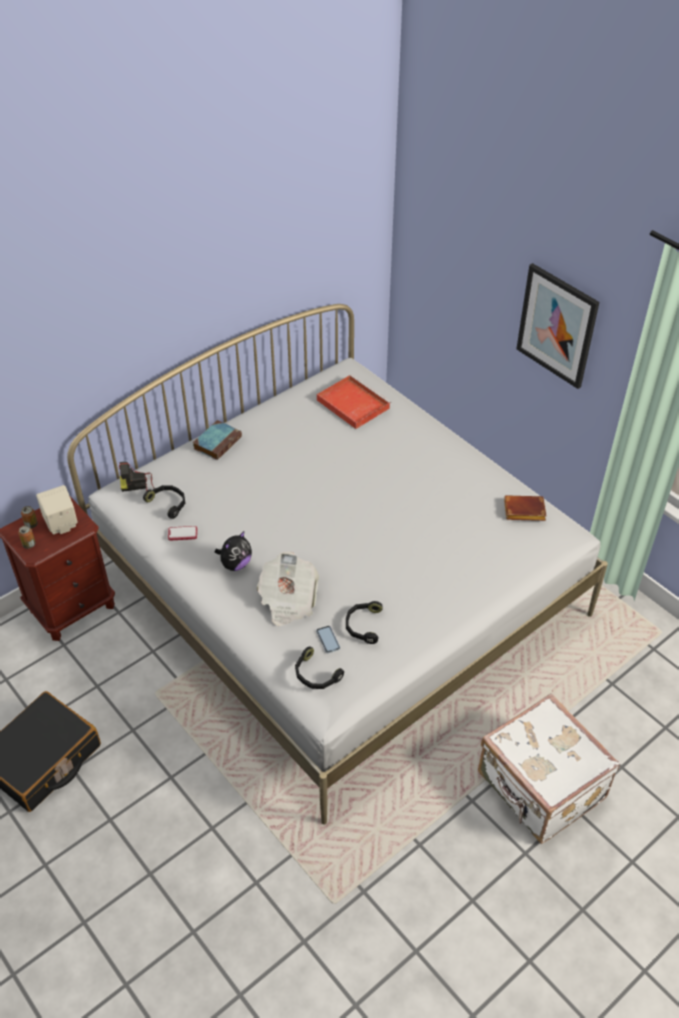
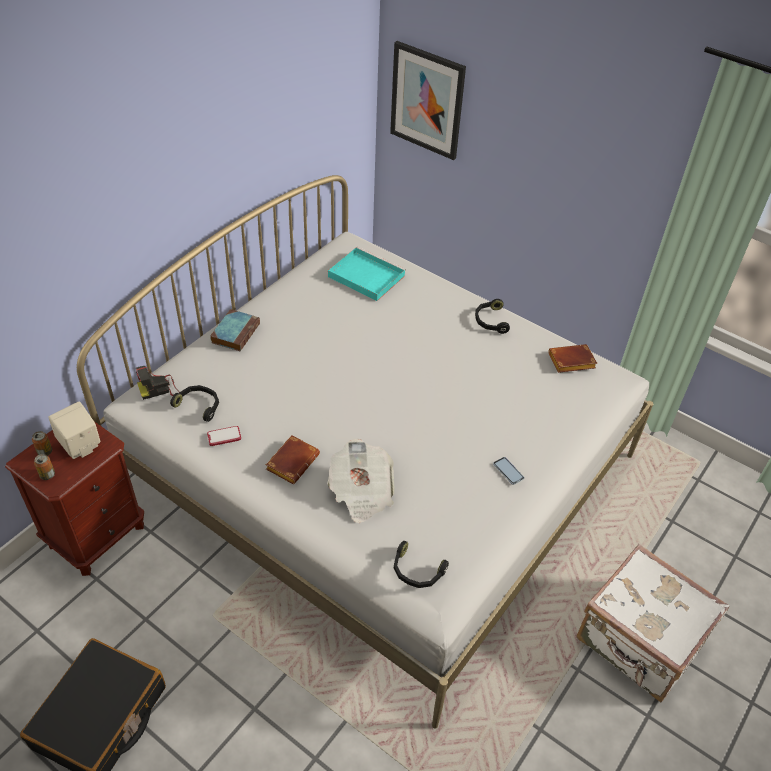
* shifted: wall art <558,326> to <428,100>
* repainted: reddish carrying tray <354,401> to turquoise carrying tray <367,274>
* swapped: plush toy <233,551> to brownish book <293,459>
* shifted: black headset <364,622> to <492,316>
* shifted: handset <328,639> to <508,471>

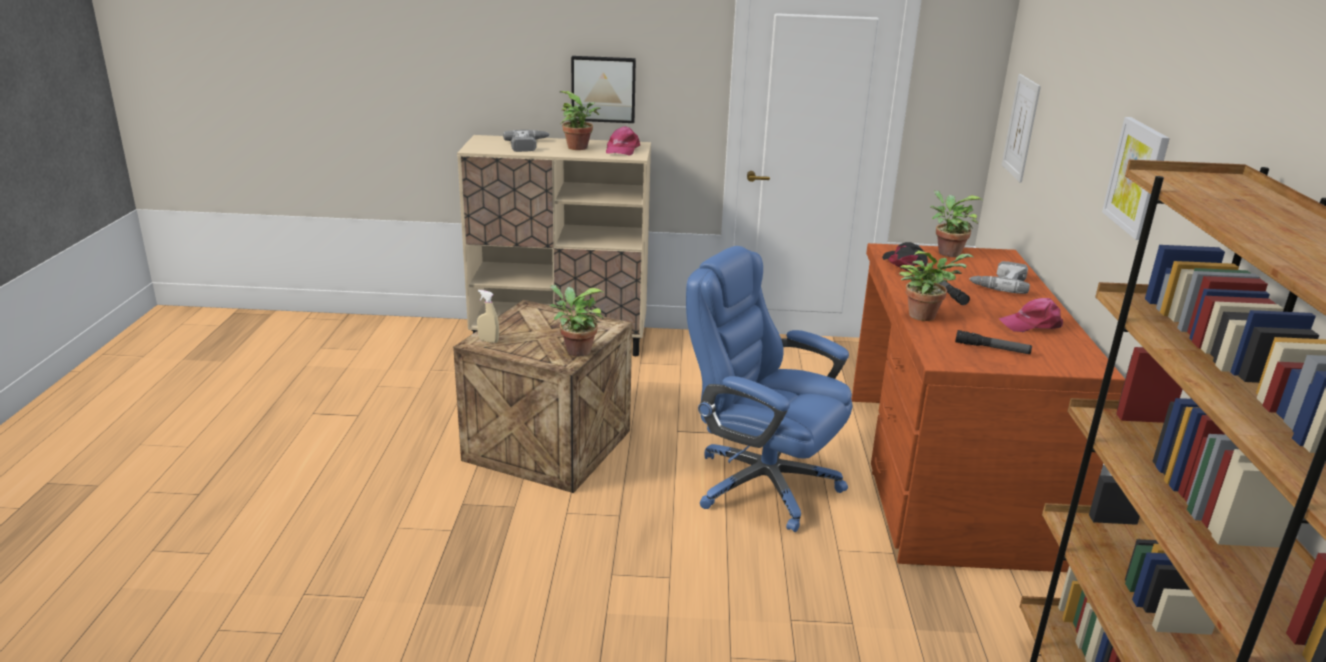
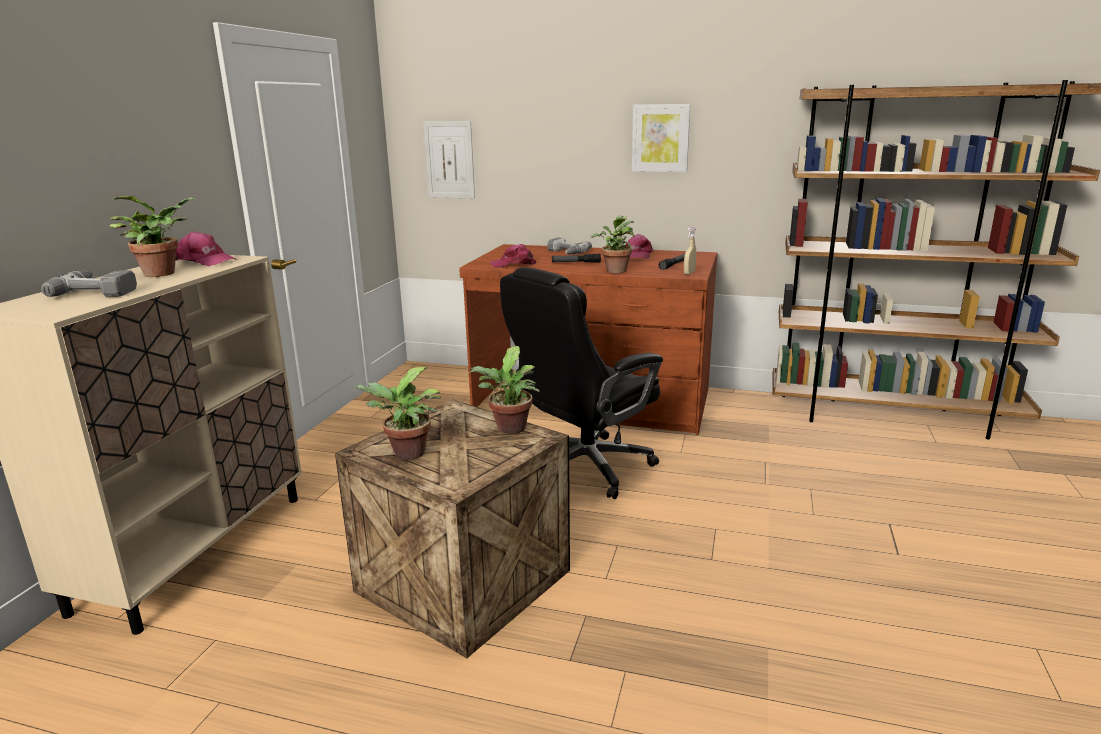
* gone: wall art <603,89>
* shifted: plant in a pot <956,224> to <397,413>
* repainted: black baseball cap <905,257> to pink-coloured baseball cap <513,255>
* repainted: blue desk chair <769,389> to black desk chair <581,383>
* shifted: beige hand sprayer <488,316> to <690,251>

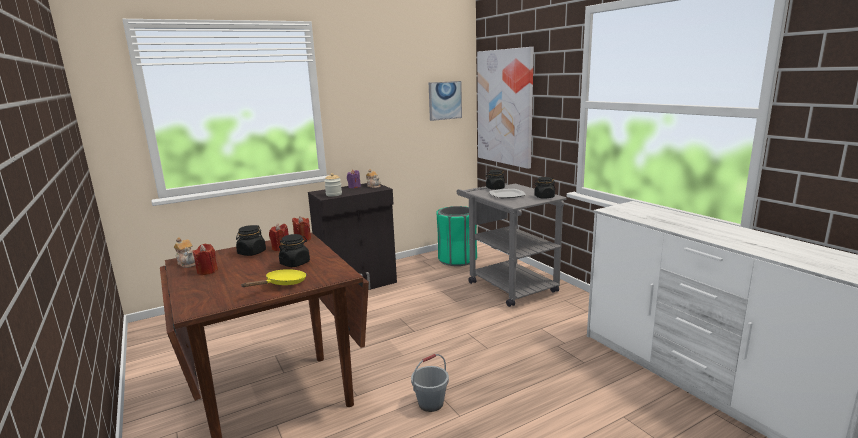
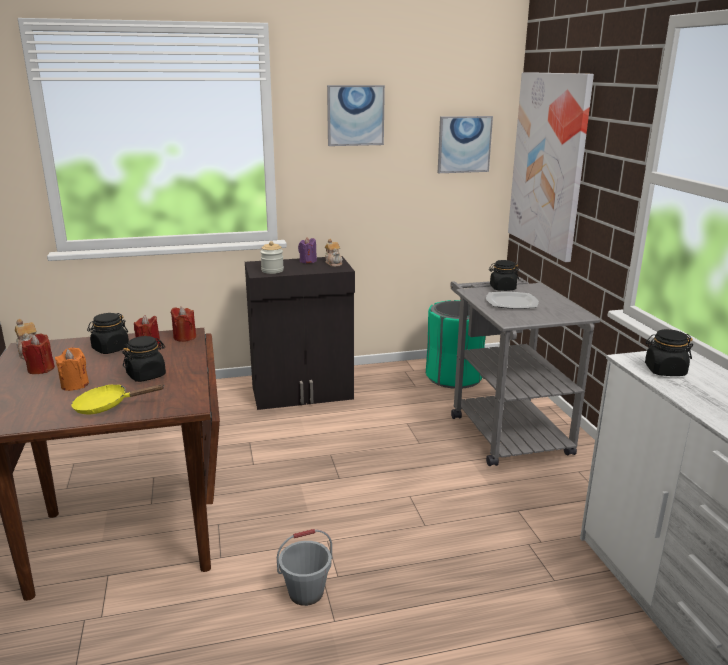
* shifted: black storage jar <544,188> to <669,352>
* rotated: yellow skillet <274,278> = <117,399> 150 degrees counterclockwise
* new: wall art <356,115>
* new: orange-coloured wax candle <72,369>

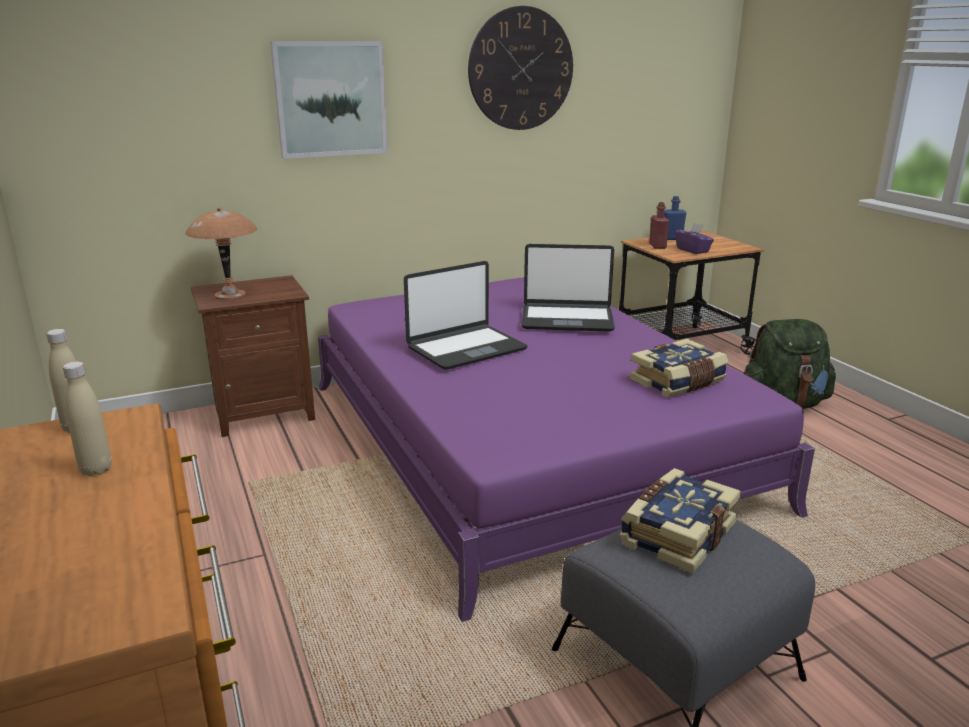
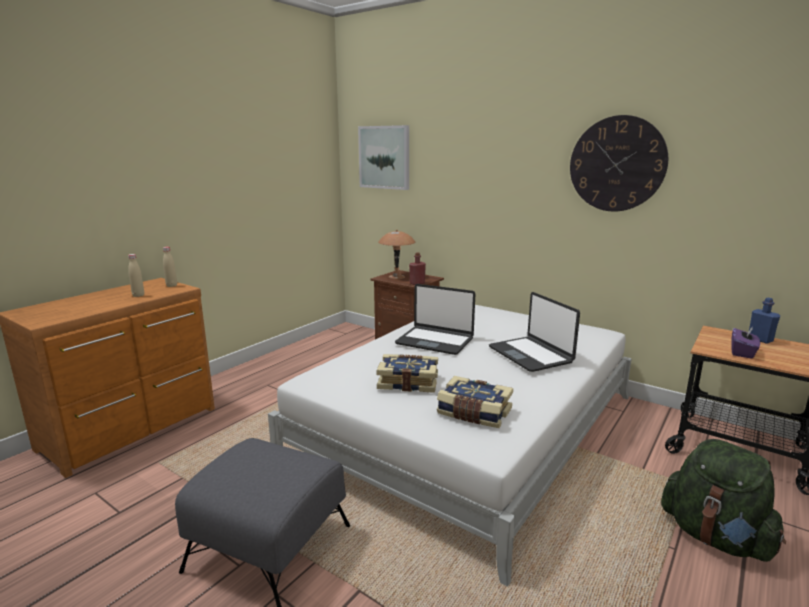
* shifted: wall art <328,100> to <383,157>
* shifted: reddish drink bottle <659,225> to <417,268>
* repainted: purple-coloured sleeping bed <566,449> to white sleeping bed <450,446>
* shifted: book <680,520> to <407,373>

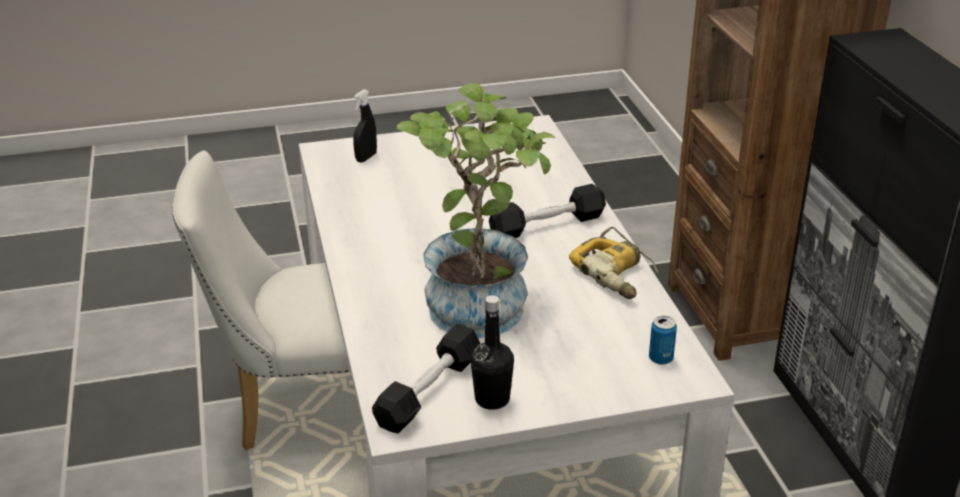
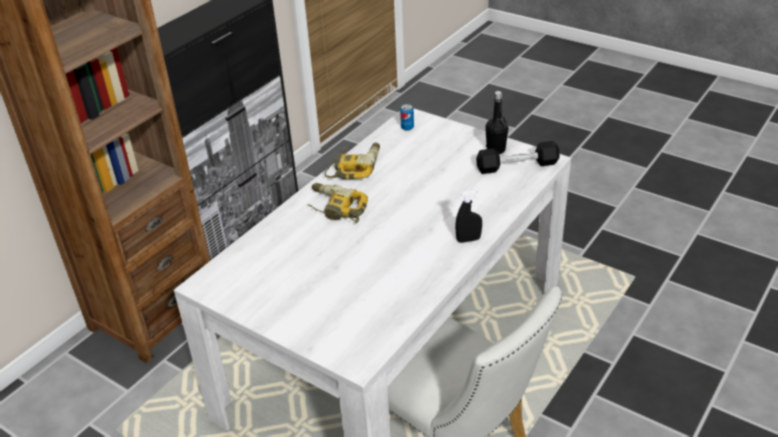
* gone: plant in a pot <476,210>
* shifted: black hand sprayer <365,126> to <468,216>
* swapped: black free weight <547,211> to power drill <337,203>

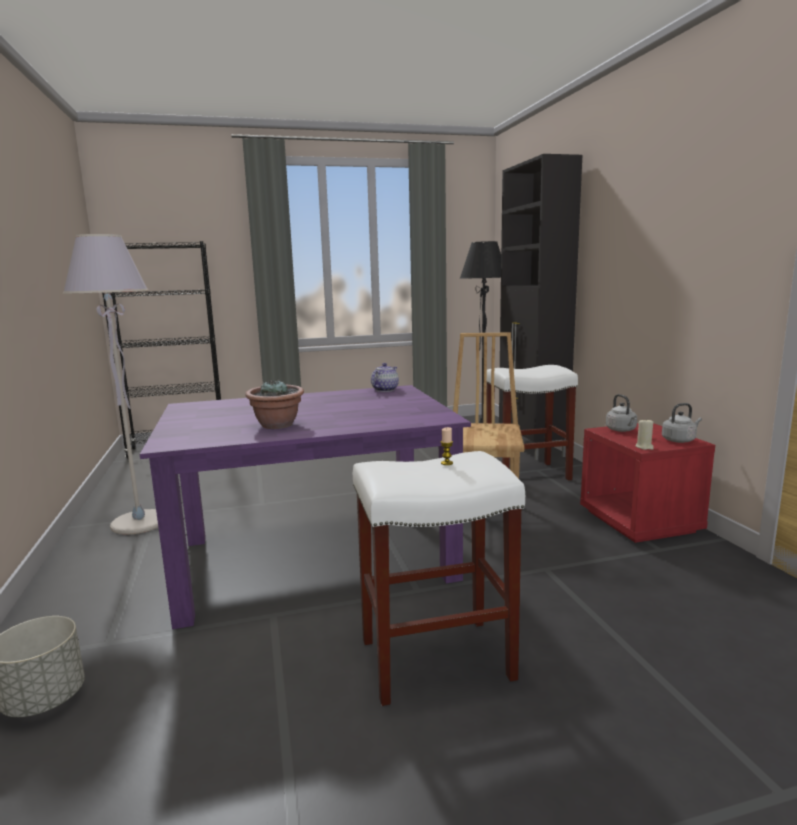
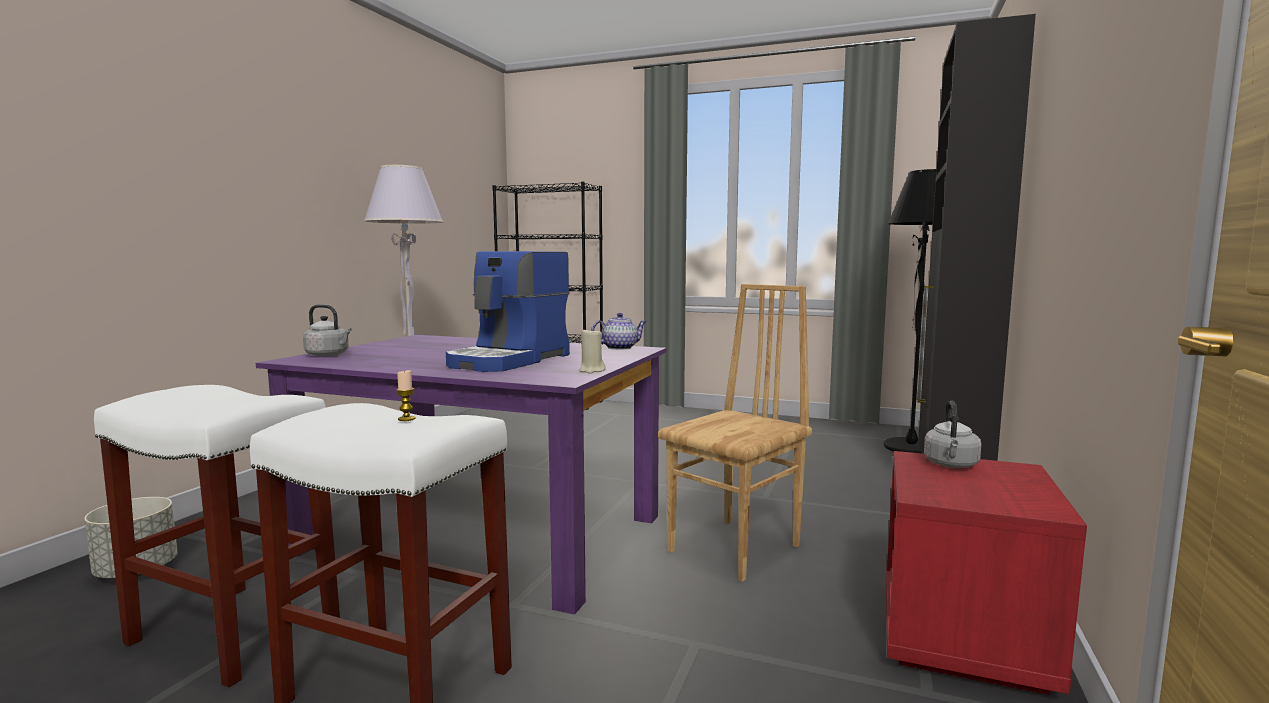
* shifted: white stool <532,423> to <217,536>
* gone: plant in a pot <274,404>
* shifted: grey tea kettle <682,423> to <327,330>
* shifted: beige wax candle <645,434> to <592,350>
* new: coffee machine <508,311>

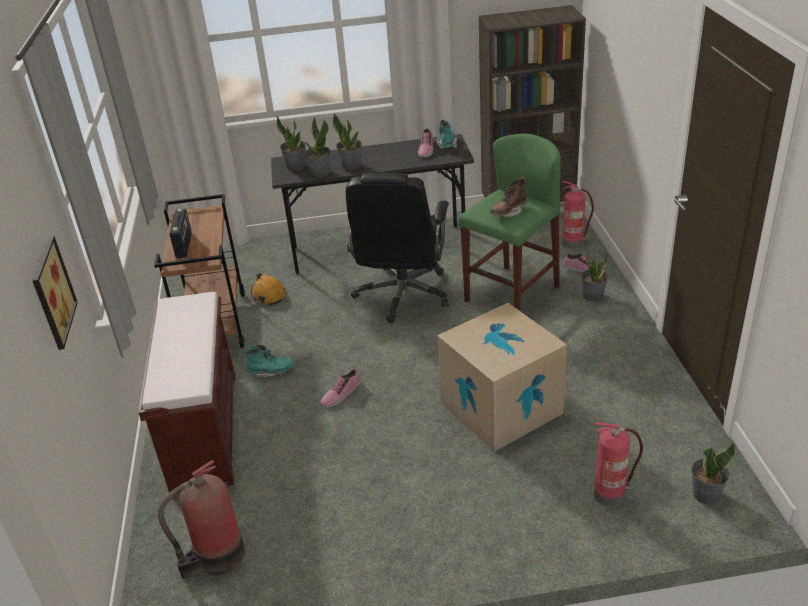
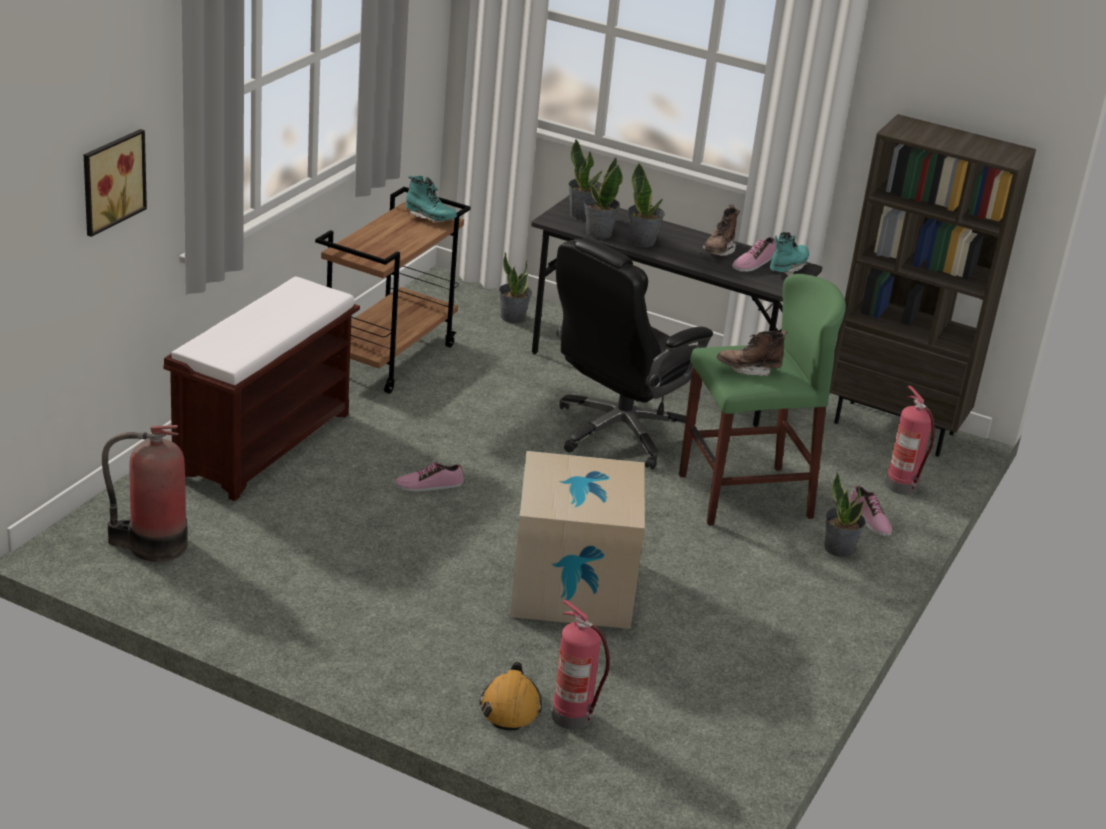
* gone: radio set <181,233>
* shifted: orange-coloured work helmet <268,289> to <511,696>
* shifted: turquoise high-top boot <269,361> to <431,198>
* shifted: plant in a pot <713,473> to <515,287>
* new: brownish high-top boot <721,230>

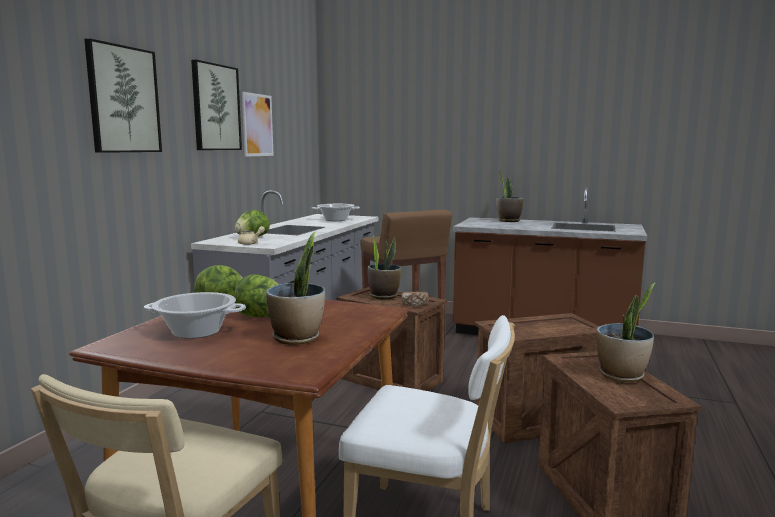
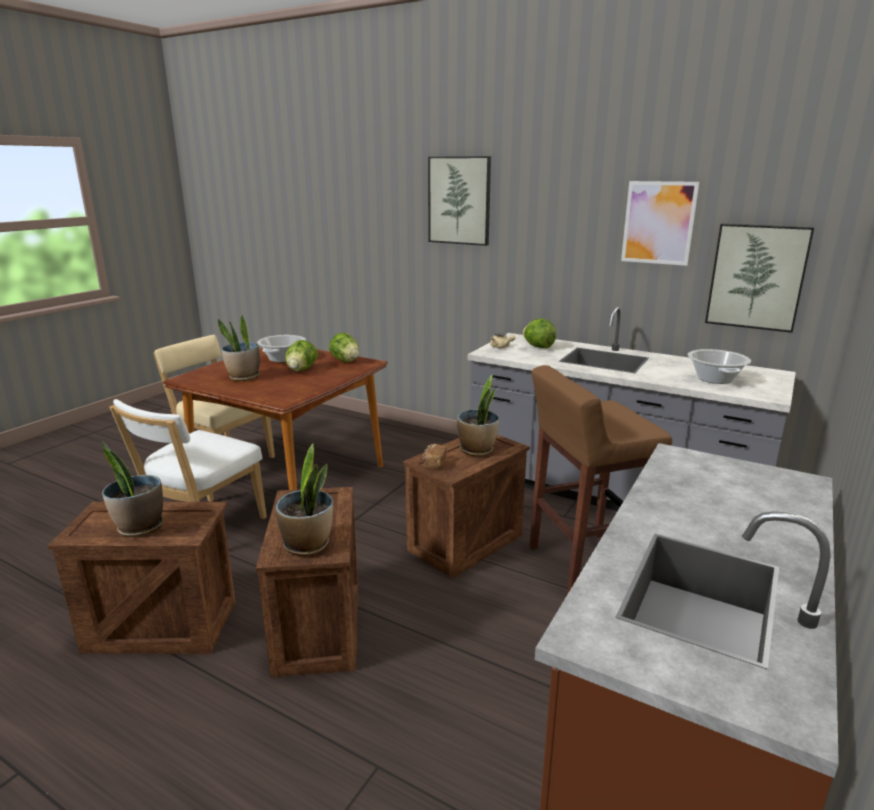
* shifted: wall art <216,105> to <759,278>
* shifted: plant in a pot <510,196> to <304,500>

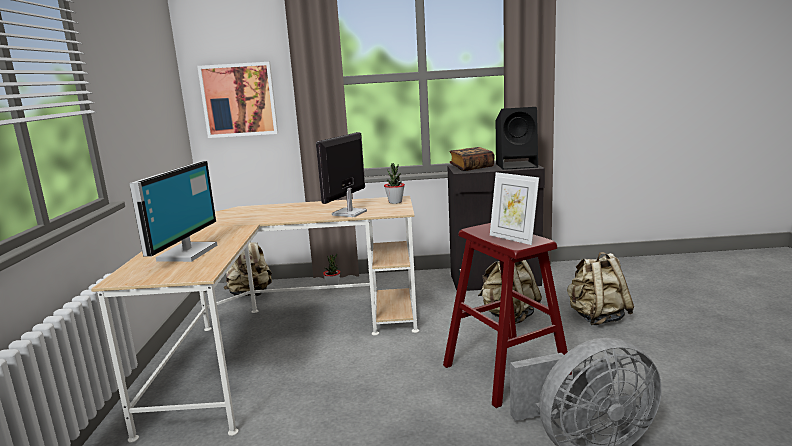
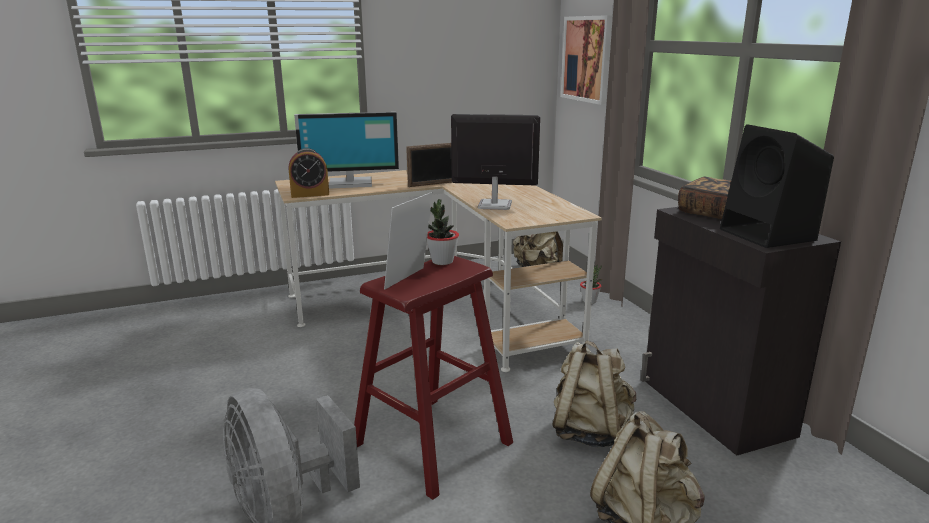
* shifted: plant in a pot <394,183> to <443,232>
* new: standing frame <429,165>
* new: table clock <309,173>

